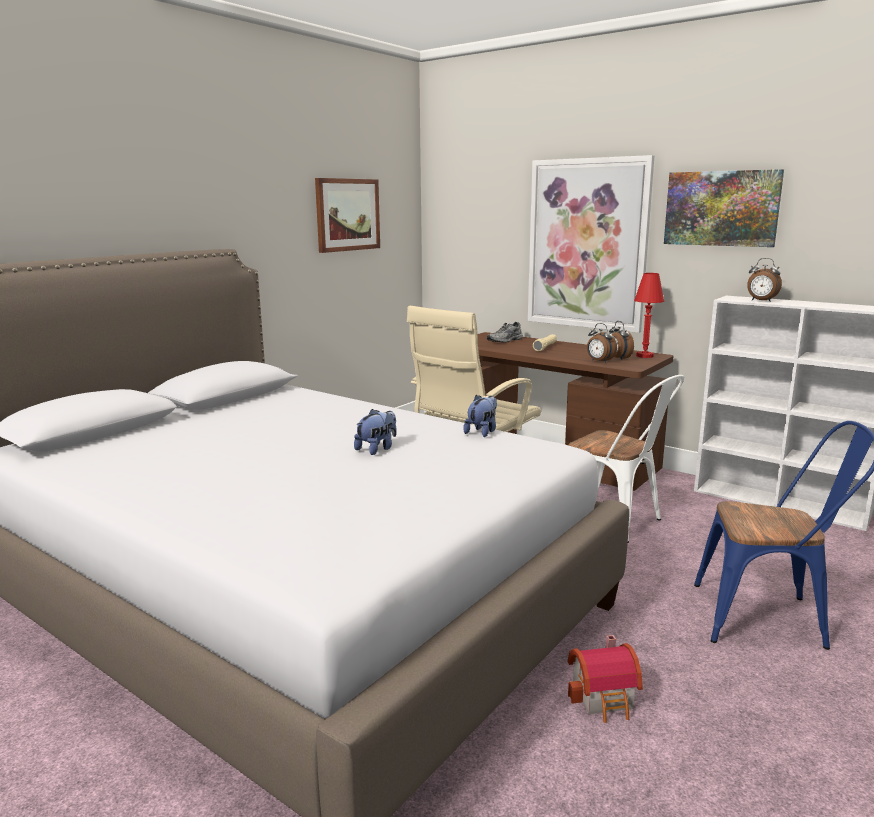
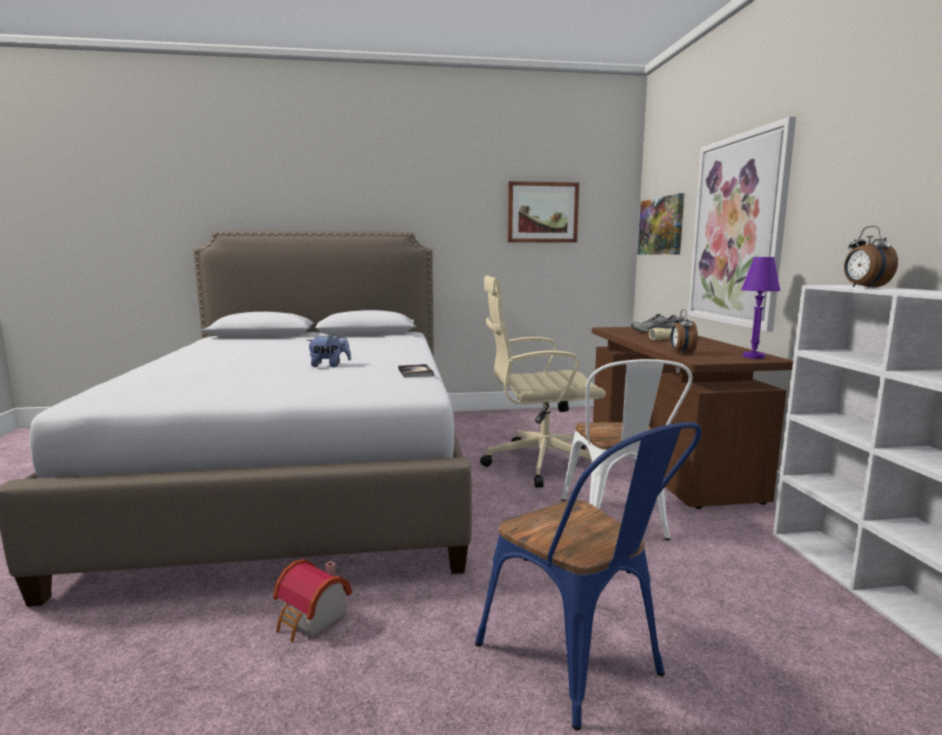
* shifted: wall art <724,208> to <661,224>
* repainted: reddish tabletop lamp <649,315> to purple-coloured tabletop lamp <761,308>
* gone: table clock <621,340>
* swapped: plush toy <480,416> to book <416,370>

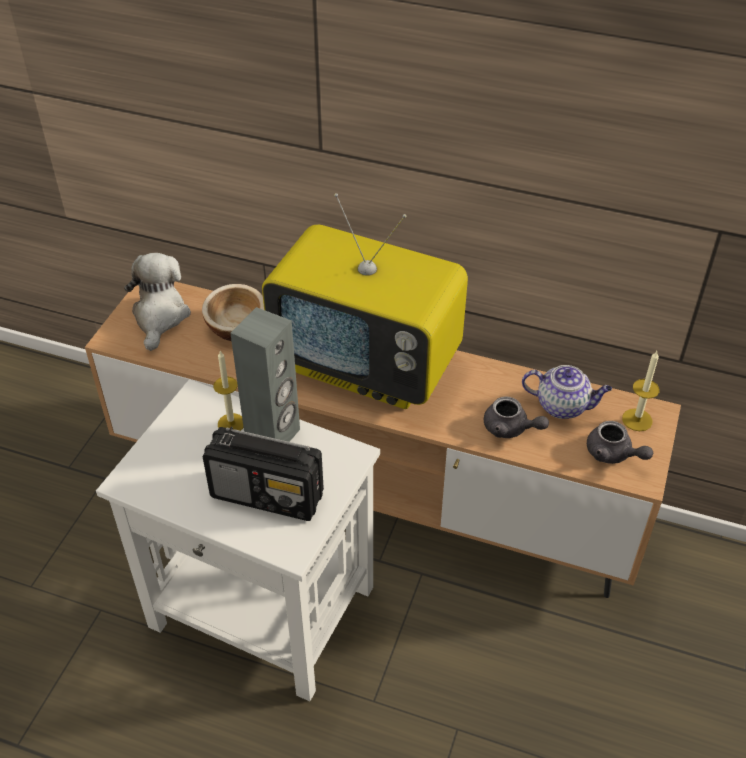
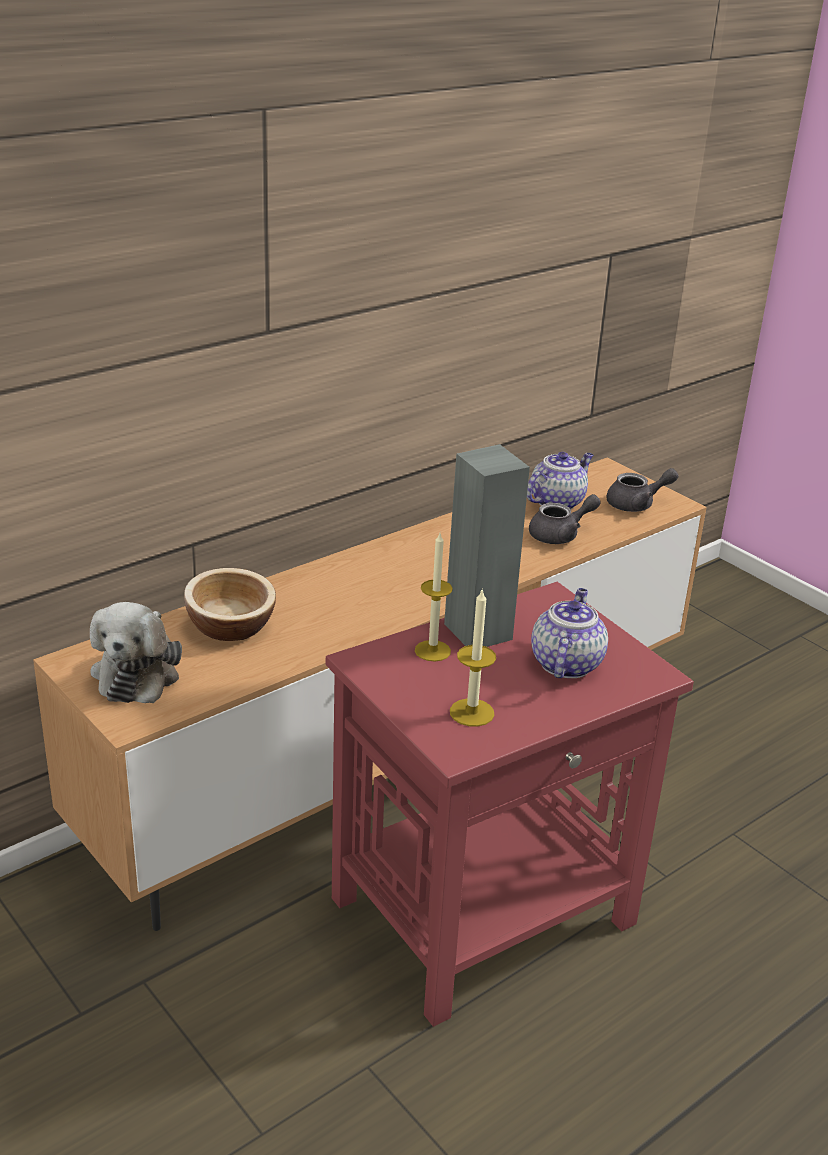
* gone: television <365,301>
* rotated: plush toy <157,302> = <136,652> 120 degrees counterclockwise
* shifted: wax candle <640,391> to <473,657>
* repainted: white side table <238,540> to reddish side table <510,804>
* swapped: radio set <263,474> to teapot <569,633>

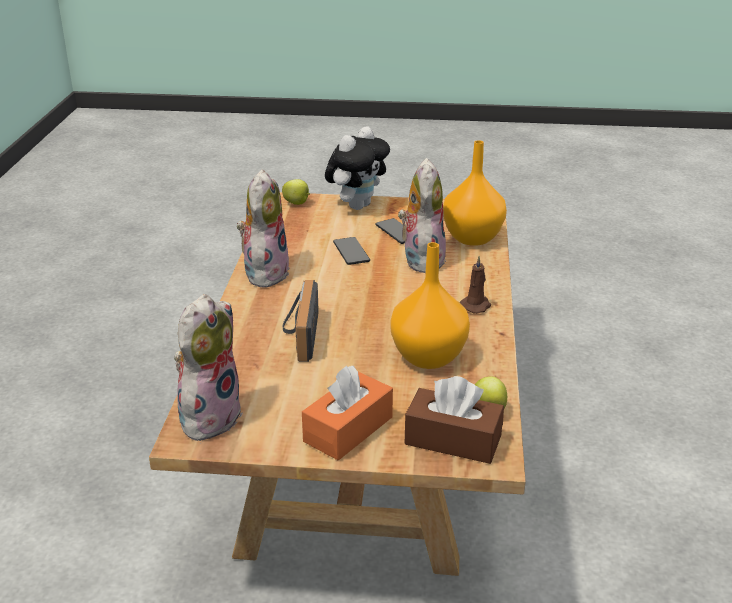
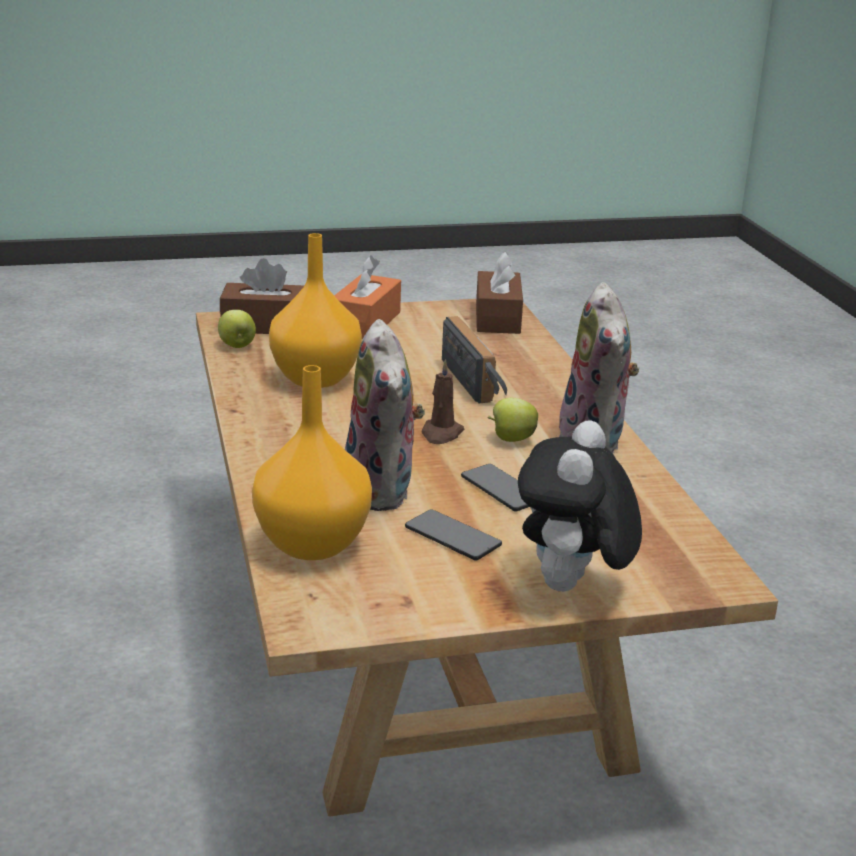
* shifted: apple <296,192> to <513,420>
* shifted: brownish wax candle <475,285> to <442,401>
* swapped: plush toy <208,367> to brownish tissue box <499,293>

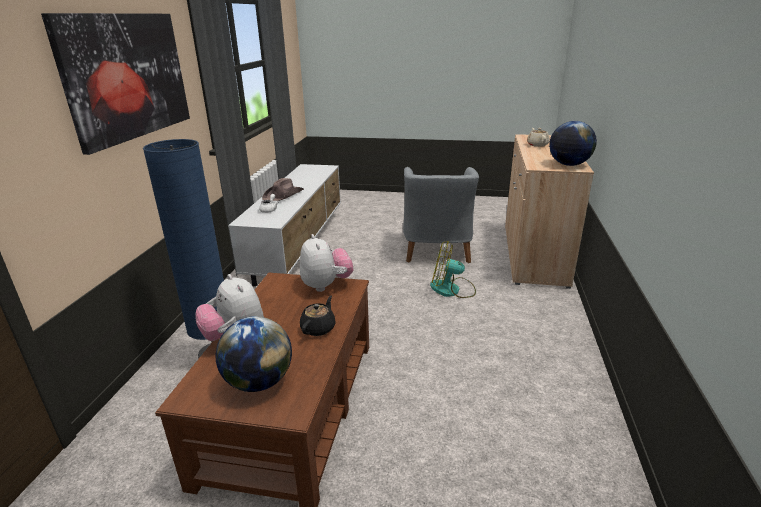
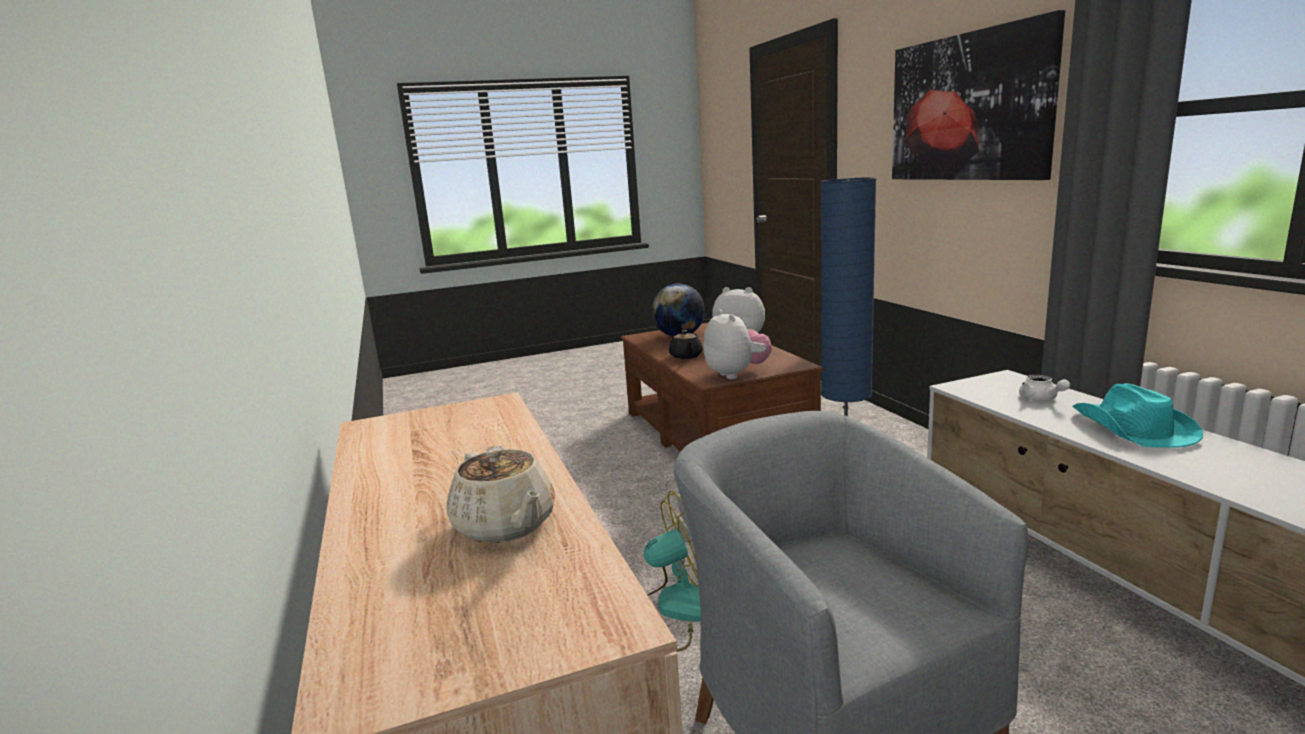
* gone: globe <573,143>
* repainted: brownish hat <283,189> to turquoise hat <1137,415>
* rotated: plush toy <327,263> = <738,344> 150 degrees counterclockwise

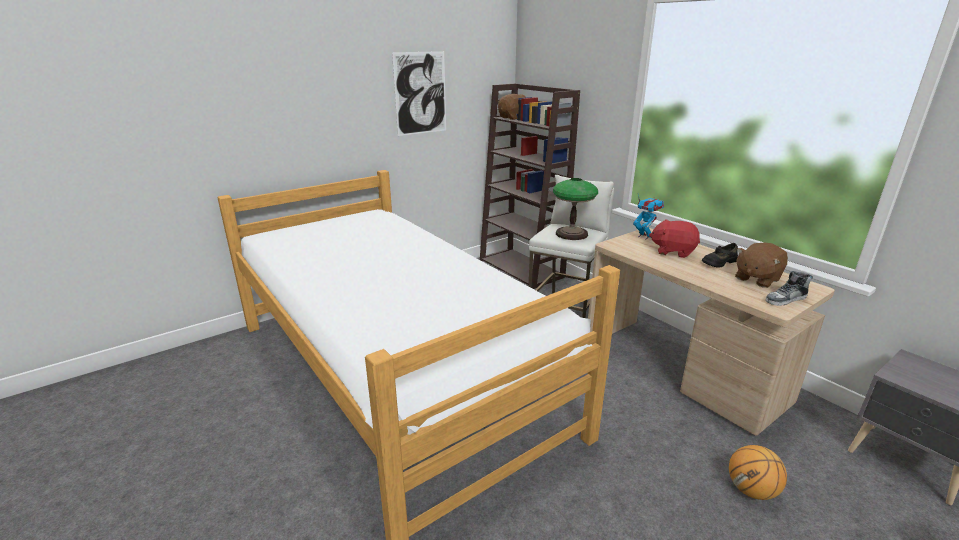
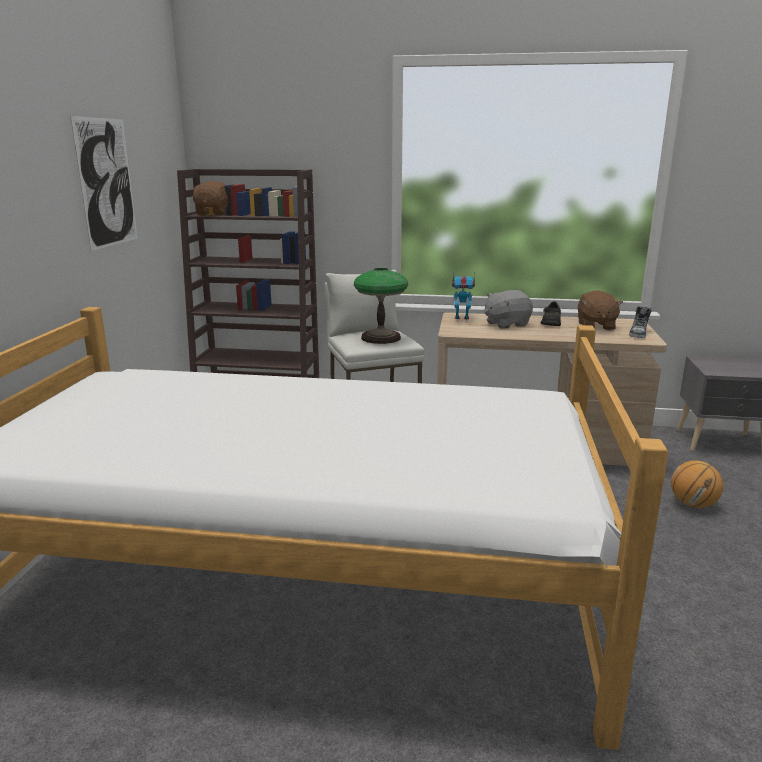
* repainted: reddish plush toy <674,238> to grey plush toy <508,309>

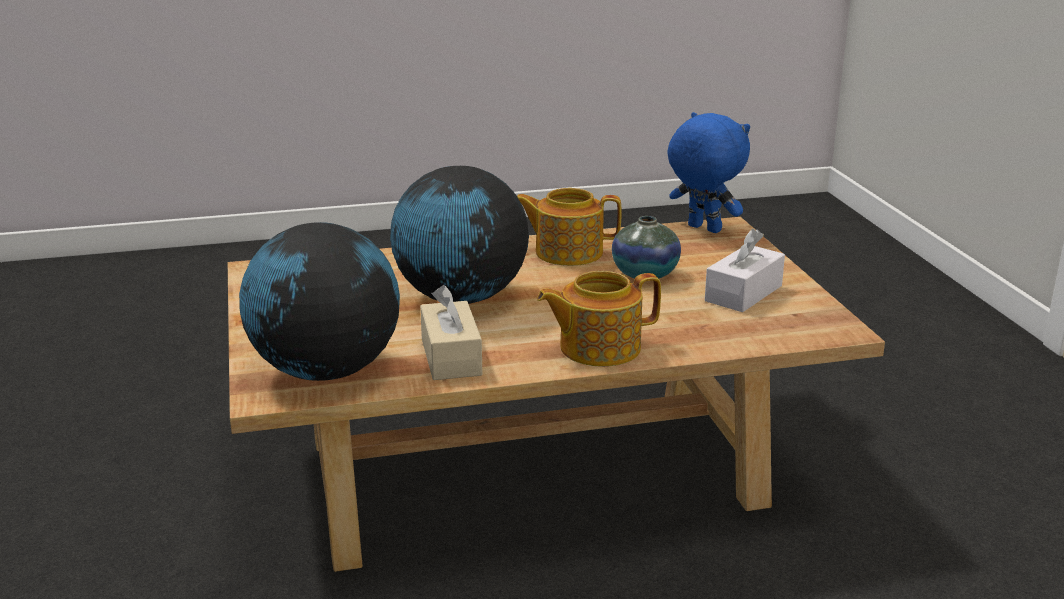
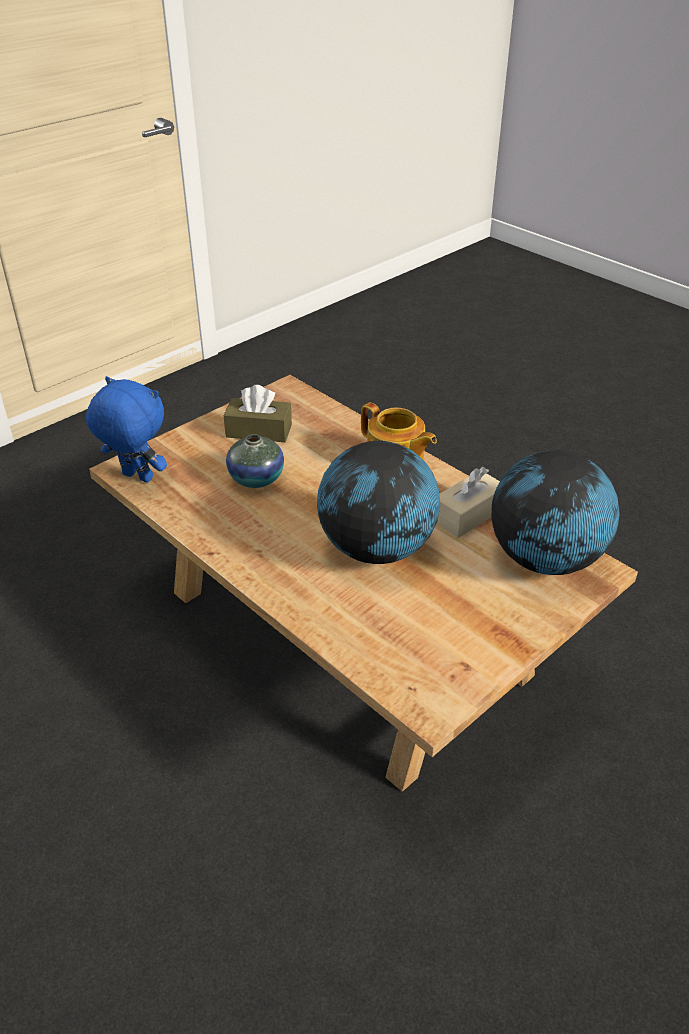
* rotated: blue plush toy <708,172> = <126,429> 105 degrees clockwise
* gone: teapot <569,227>
* repainted: white tissue box <745,270> to brownish tissue box <258,413>

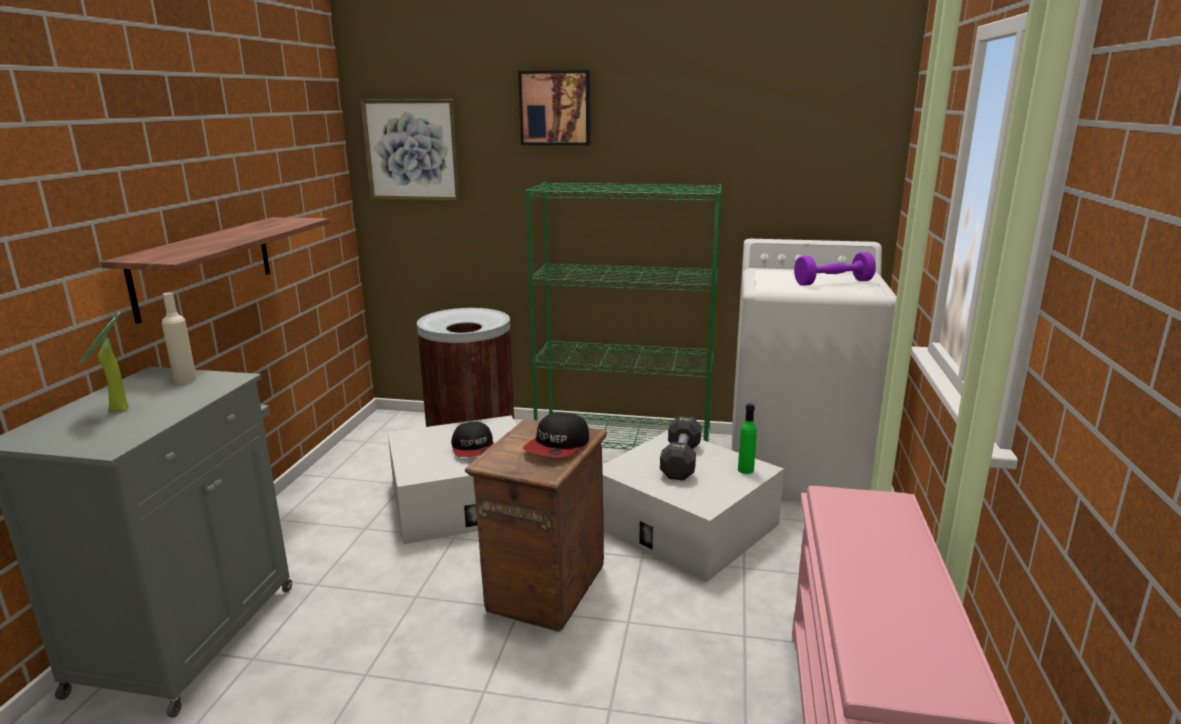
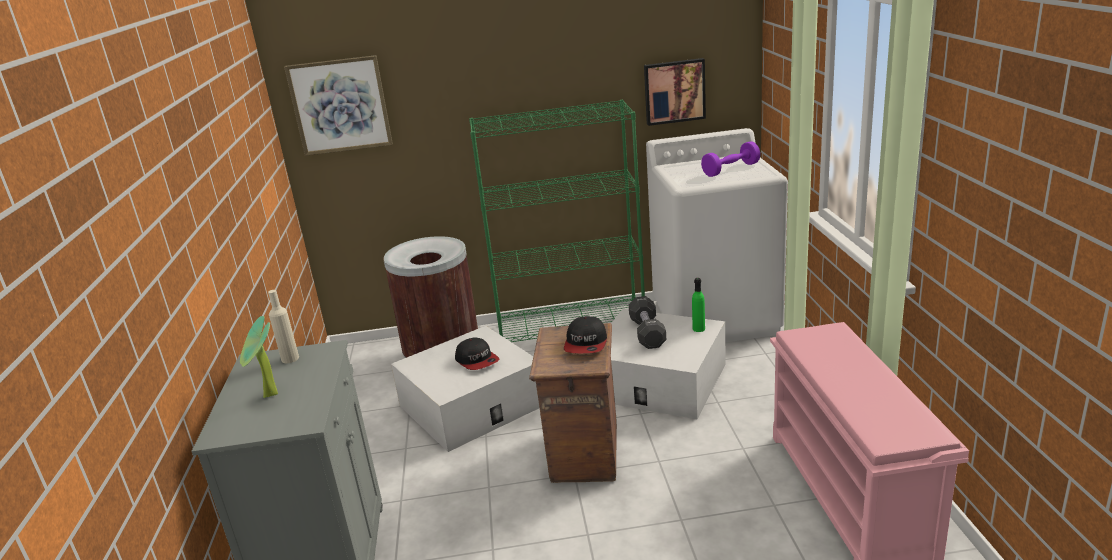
* shifted: wall art <554,107> to <675,92>
* gone: shelf <215,270>

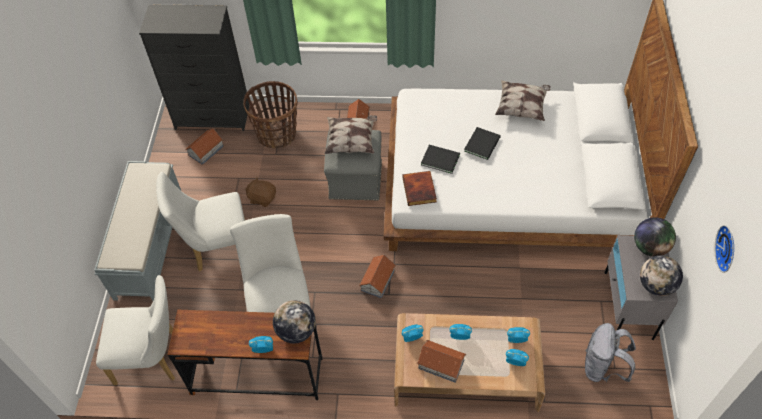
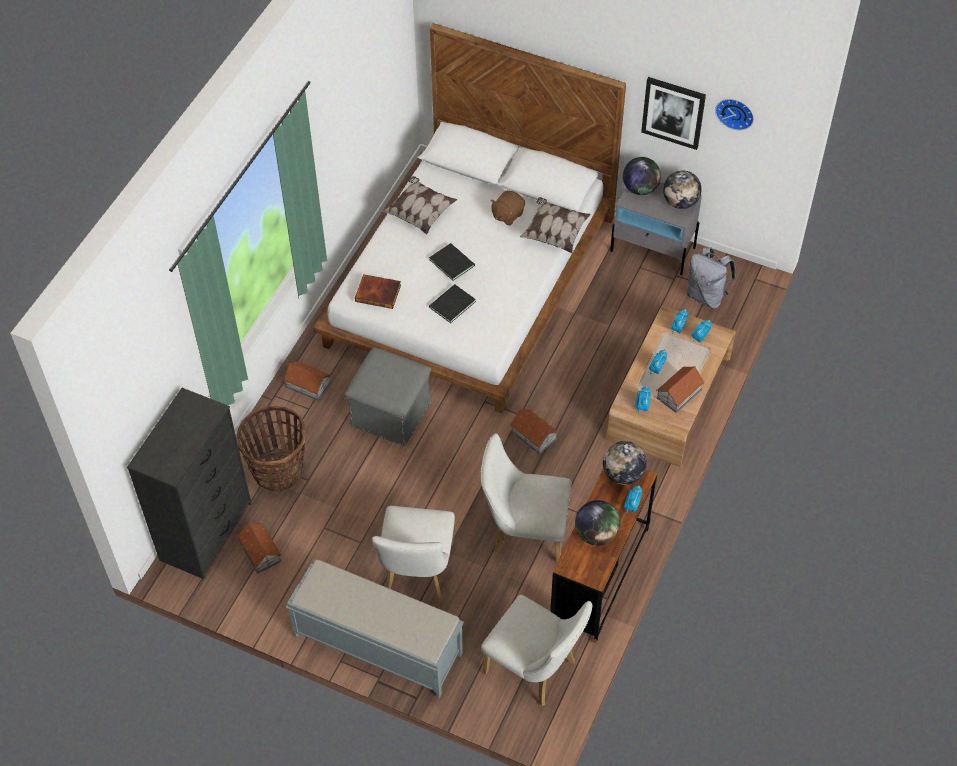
* shifted: cushion <350,134> to <555,225>
* shifted: book <419,188> to <378,291>
* shifted: brownish plush toy <260,192> to <508,207>
* rotated: white plain chair <135,330> = <536,650> 105 degrees clockwise
* new: wall art <673,113>
* new: globe <597,523>

